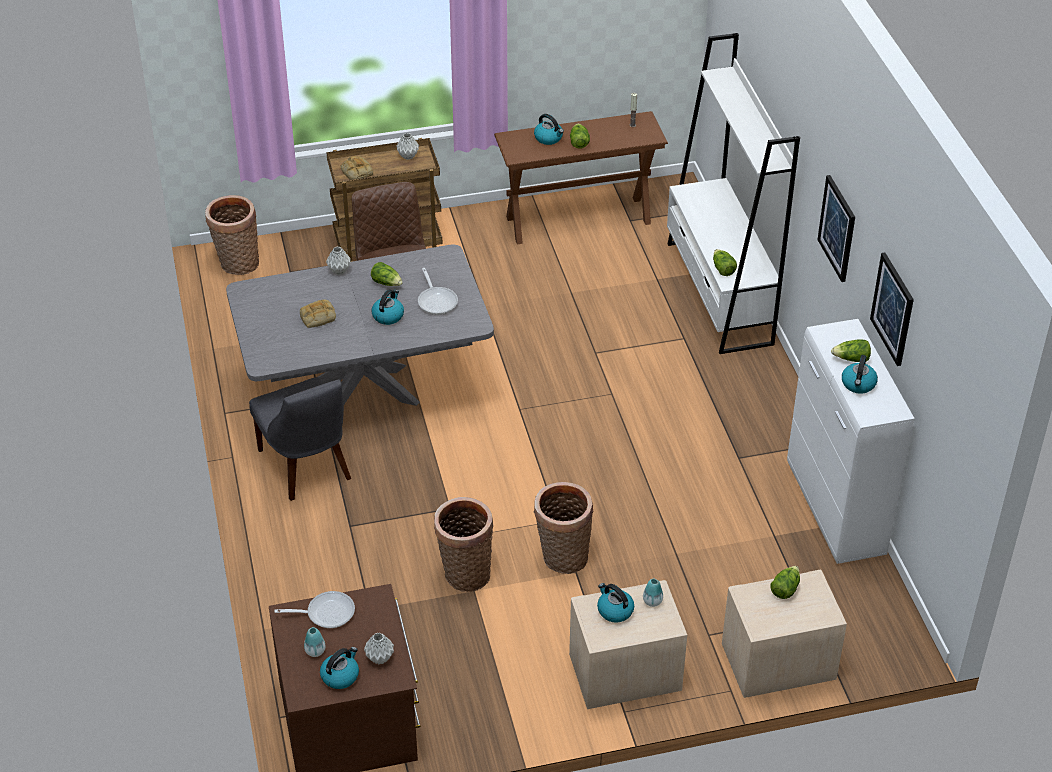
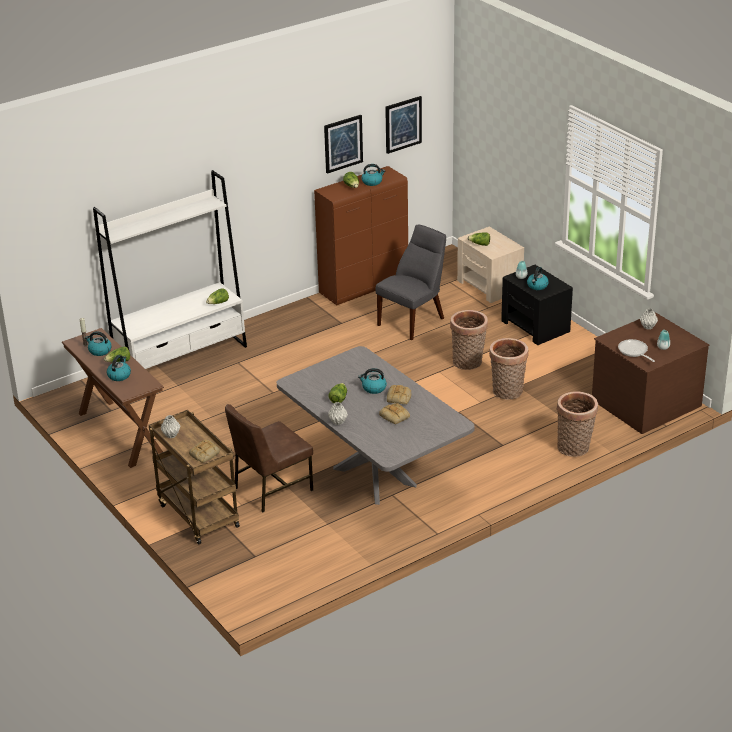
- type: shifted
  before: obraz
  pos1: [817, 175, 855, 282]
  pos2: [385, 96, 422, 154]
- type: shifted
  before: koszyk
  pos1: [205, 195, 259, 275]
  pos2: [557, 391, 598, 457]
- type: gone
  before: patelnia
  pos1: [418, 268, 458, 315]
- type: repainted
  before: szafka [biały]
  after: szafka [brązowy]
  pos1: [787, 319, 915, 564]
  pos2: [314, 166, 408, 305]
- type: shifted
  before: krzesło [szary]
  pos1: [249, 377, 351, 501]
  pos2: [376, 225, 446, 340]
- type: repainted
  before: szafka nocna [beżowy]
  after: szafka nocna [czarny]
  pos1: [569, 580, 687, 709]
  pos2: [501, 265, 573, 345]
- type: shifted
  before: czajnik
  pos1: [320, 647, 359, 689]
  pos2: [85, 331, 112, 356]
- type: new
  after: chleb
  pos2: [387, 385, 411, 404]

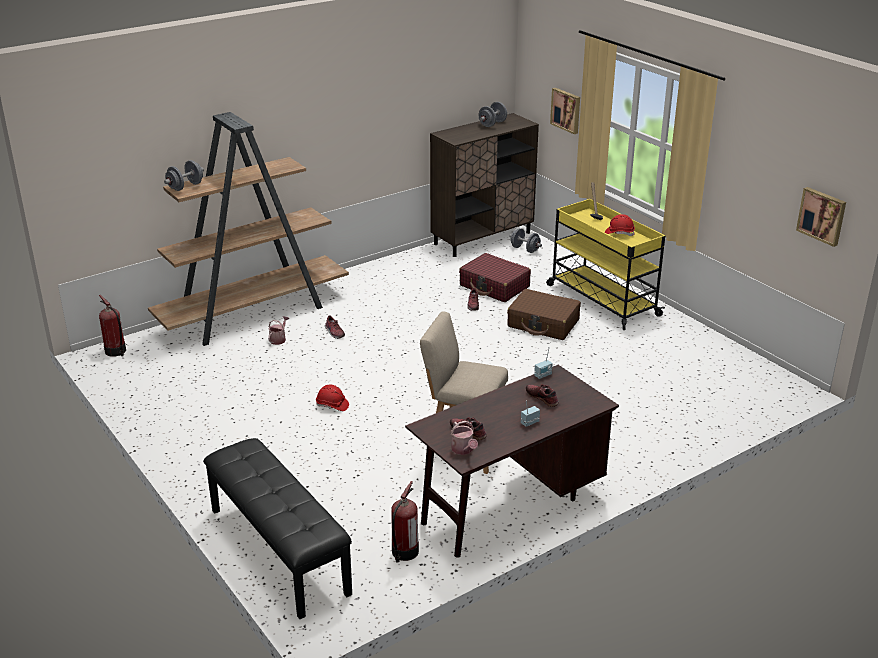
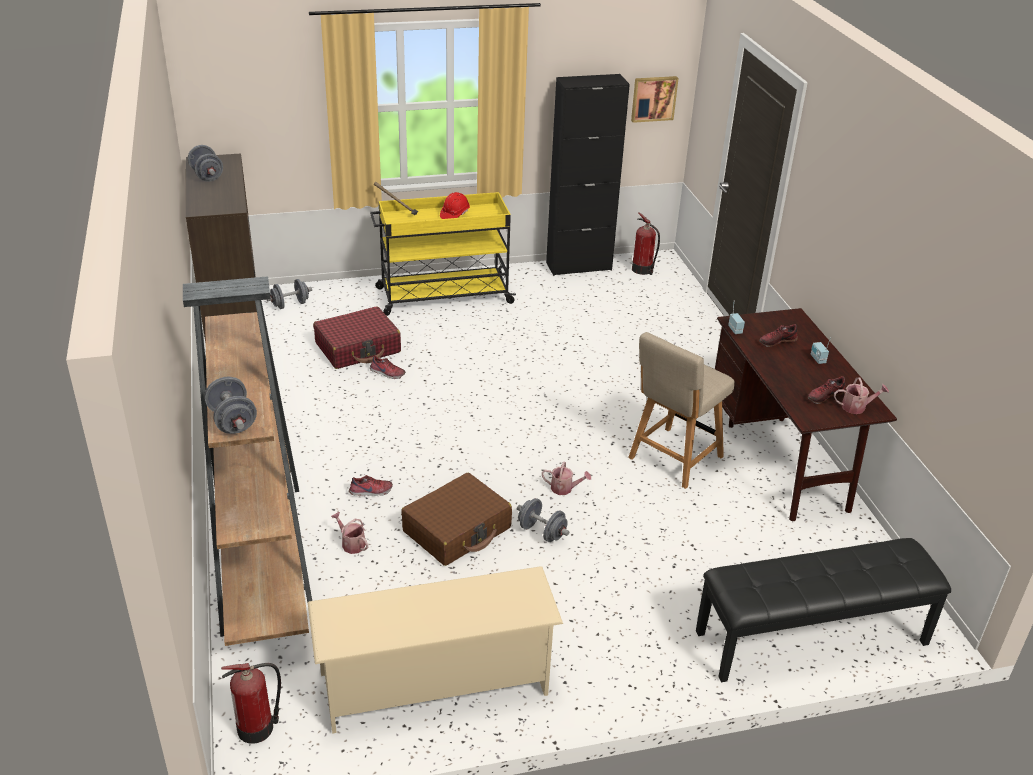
- type: gone
  before: obraz
  pos1: [550, 88, 580, 134]
- type: shifted
  before: walizka [brązowy]
  pos1: [507, 289, 581, 340]
  pos2: [401, 473, 512, 566]
- type: swapped
  before: kask [czerwony]
  after: hantel [szary]
  pos1: [316, 385, 349, 411]
  pos2: [517, 498, 569, 542]
- type: shifted
  before: gaśnica
  pos1: [391, 481, 419, 563]
  pos2: [632, 212, 660, 275]
- type: new
  after: szafka [czarny]
  pos2: [546, 74, 630, 276]
- type: new
  after: konewka
  pos2: [542, 462, 591, 495]
- type: new
  after: regał na buty [beżowy]
  pos2: [308, 566, 563, 734]

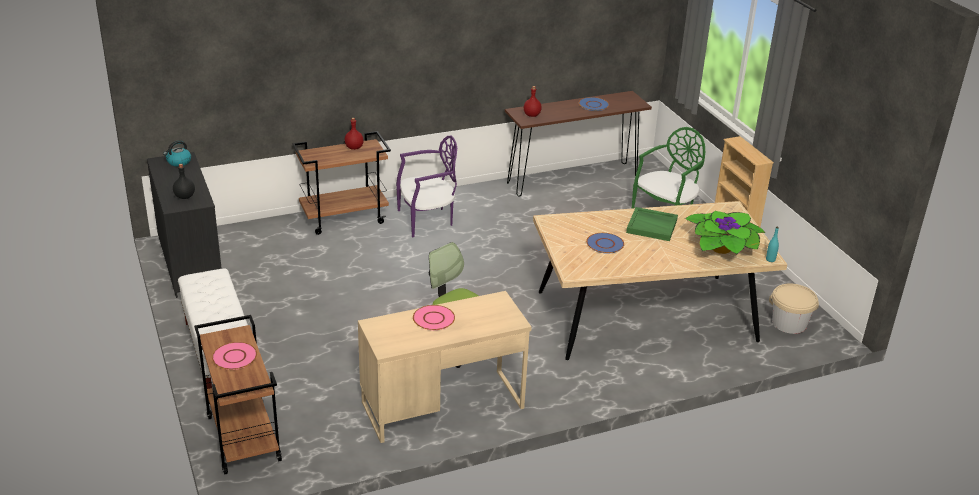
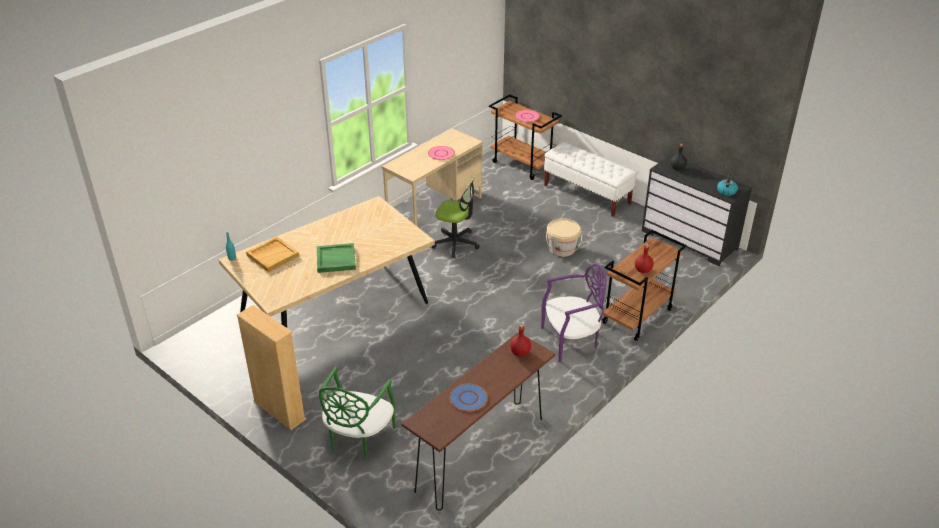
- type: rotated
  before: krzesło [fioletowy]
  pos1: [396, 135, 457, 237]
  pos2: [541, 264, 607, 362]
  turn: -150
- type: swapped
  before: roślina doniczkowa
  after: taca [beżowy]
  pos1: [685, 211, 765, 254]
  pos2: [246, 237, 299, 272]
- type: gone
  before: talerz [niebieski]
  pos1: [586, 233, 624, 254]
- type: shifted
  before: wiadro [beżowy]
  pos1: [769, 283, 819, 334]
  pos2: [546, 218, 582, 257]

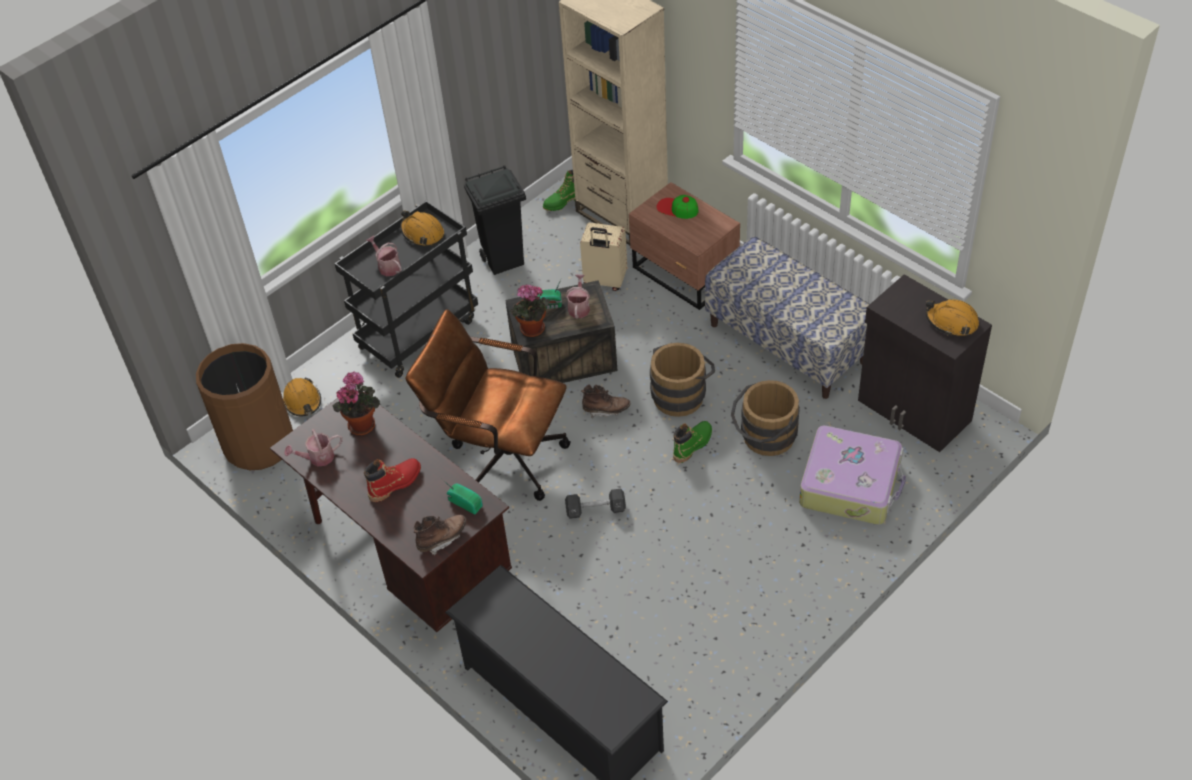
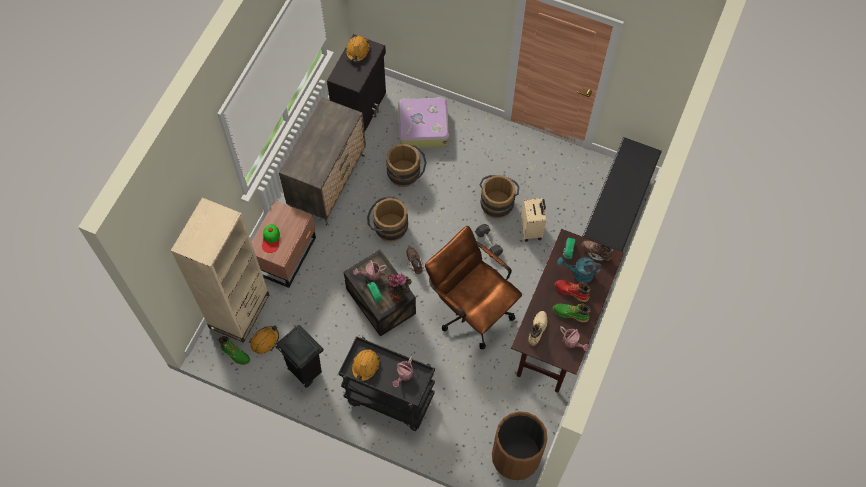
- type: shifted
  before: walizka [beżowy]
  pos1: [580, 222, 627, 291]
  pos2: [521, 198, 546, 242]
- type: swapped
  before: ławka
  after: komoda
  pos1: [705, 236, 870, 399]
  pos2: [279, 97, 366, 226]
- type: rotated
  before: krzesło biurowe [brązowy]
  pos1: [405, 309, 571, 501]
  pos2: [425, 225, 522, 349]
  turn: 135
- type: swapped
  before: roślina doniczkowa
  after: but z cholewką [beżowy]
  pos1: [332, 371, 380, 436]
  pos2: [528, 311, 547, 346]
- type: shifted
  before: kask [pomarańczowy]
  pos1: [283, 377, 321, 417]
  pos2: [249, 326, 279, 354]
- type: shifted
  before: but z cholewką [zielony]
  pos1: [673, 421, 712, 463]
  pos2: [553, 304, 591, 323]
- type: new
  after: wiadro [brązowy]
  pos2: [479, 175, 520, 219]
- type: new
  after: konewka [turkusowy]
  pos2: [557, 257, 602, 283]

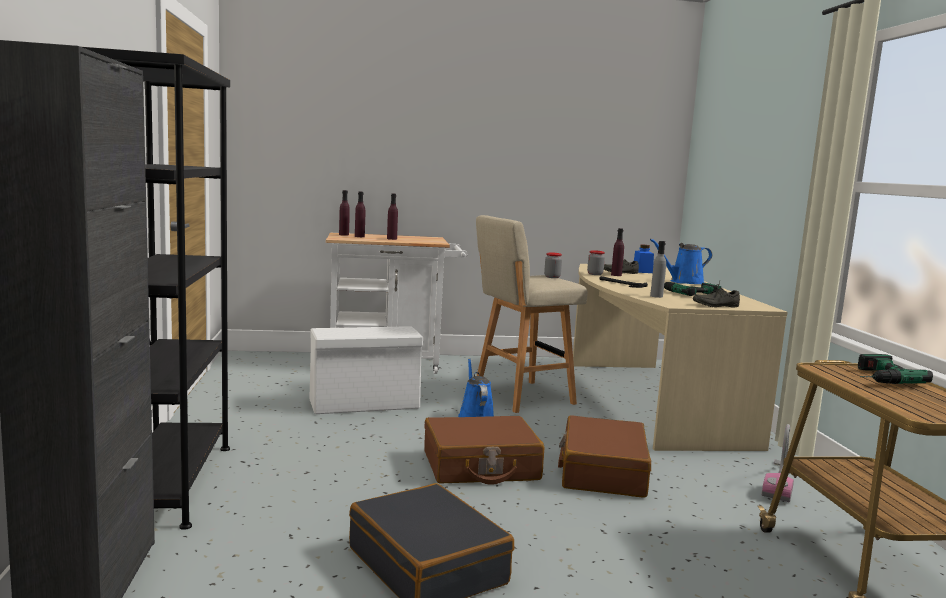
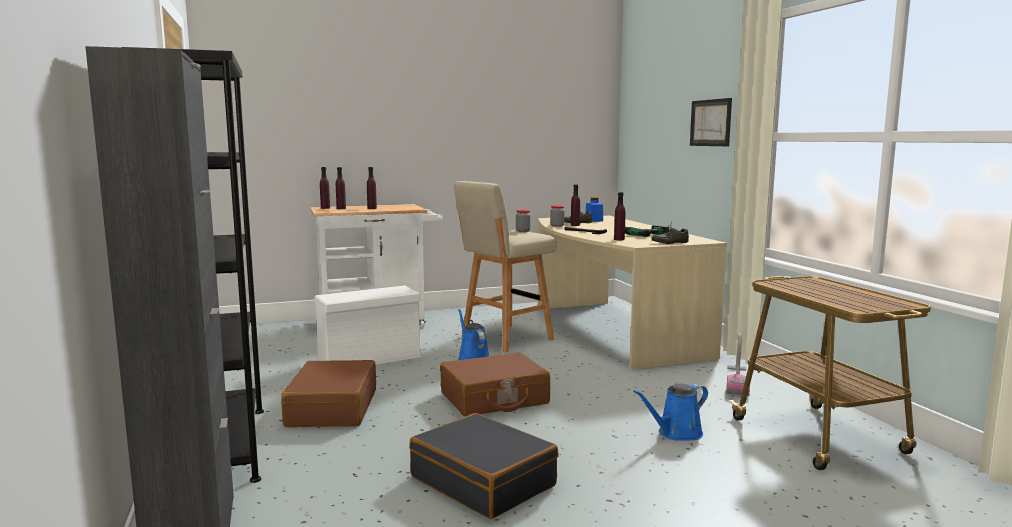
- type: shifted
  before: konewka [niebieski]
  pos1: [650, 239, 712, 284]
  pos2: [633, 384, 708, 441]
- type: repainted
  before: butelka [szary]
  after: butelka [fioletowy]
  pos1: [650, 241, 666, 298]
  pos2: [614, 192, 625, 240]
- type: gone
  before: wiertarka
  pos1: [858, 354, 933, 384]
- type: shifted
  before: walizka [brązowy]
  pos1: [558, 415, 651, 498]
  pos2: [281, 360, 376, 427]
- type: new
  after: obraz
  pos2: [690, 98, 732, 146]

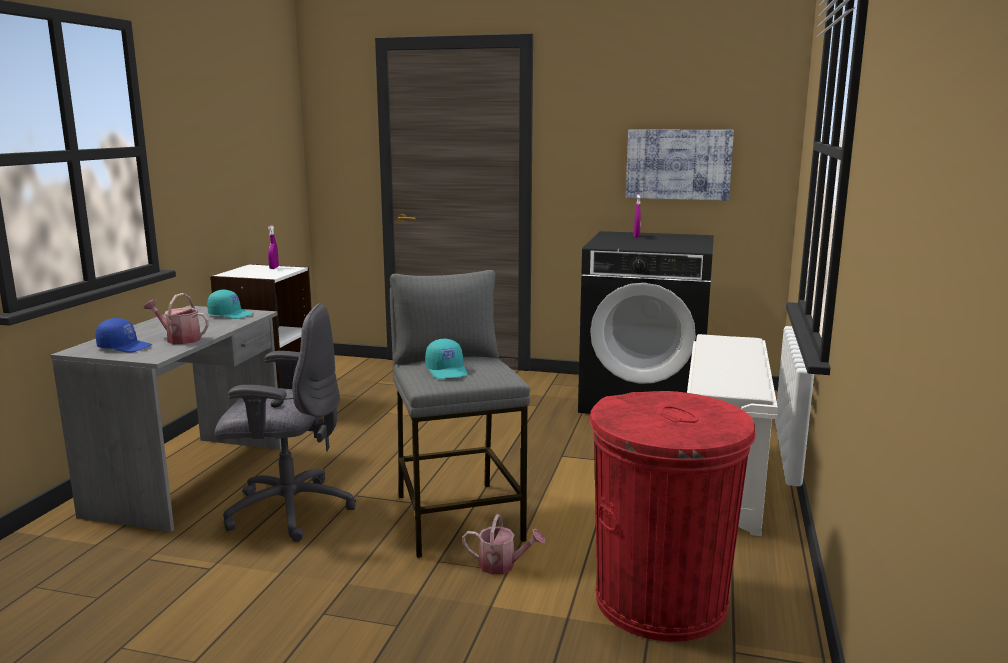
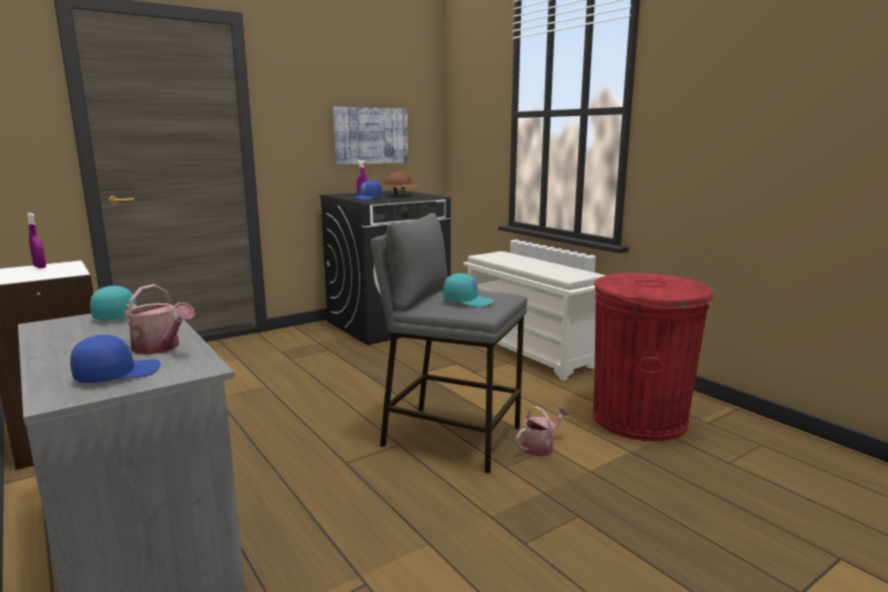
- type: rotated
  before: konewka
  pos1: [144, 293, 209, 344]
  pos2: [124, 284, 195, 355]
  turn: -120
- type: gone
  before: krzesło biurowe [szary]
  pos1: [215, 304, 356, 542]
- type: new
  after: kask [brązowy]
  pos2: [383, 171, 418, 196]
- type: new
  after: czapka z daszkiem [niebieski]
  pos2: [353, 180, 382, 200]

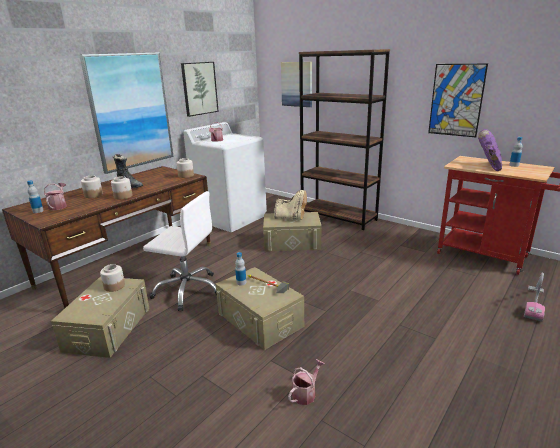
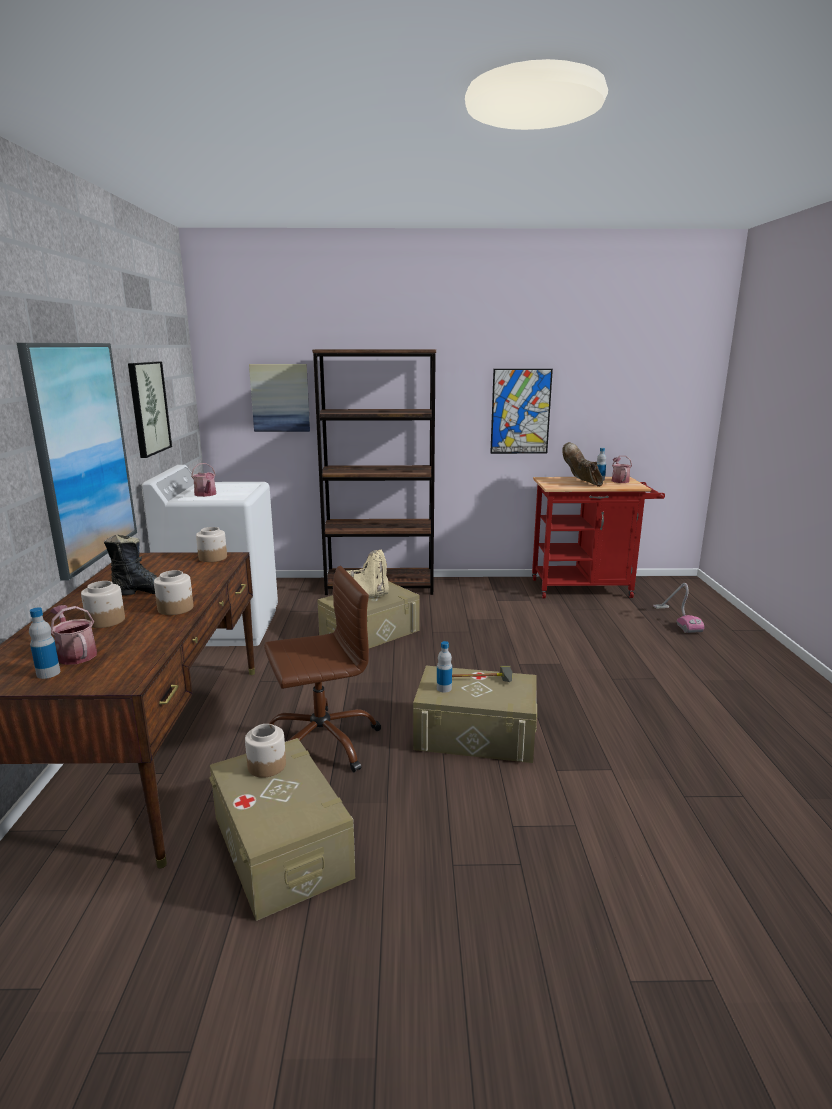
- type: repainted
  before: but z cholewką [fioletowy]
  after: but z cholewką [brązowy]
  pos1: [478, 129, 502, 171]
  pos2: [562, 442, 603, 487]
- type: repainted
  before: krzesło biurowe [biały]
  after: krzesło biurowe [brązowy]
  pos1: [143, 191, 217, 311]
  pos2: [264, 566, 381, 772]
- type: shifted
  before: konewka
  pos1: [288, 359, 325, 405]
  pos2: [612, 456, 632, 483]

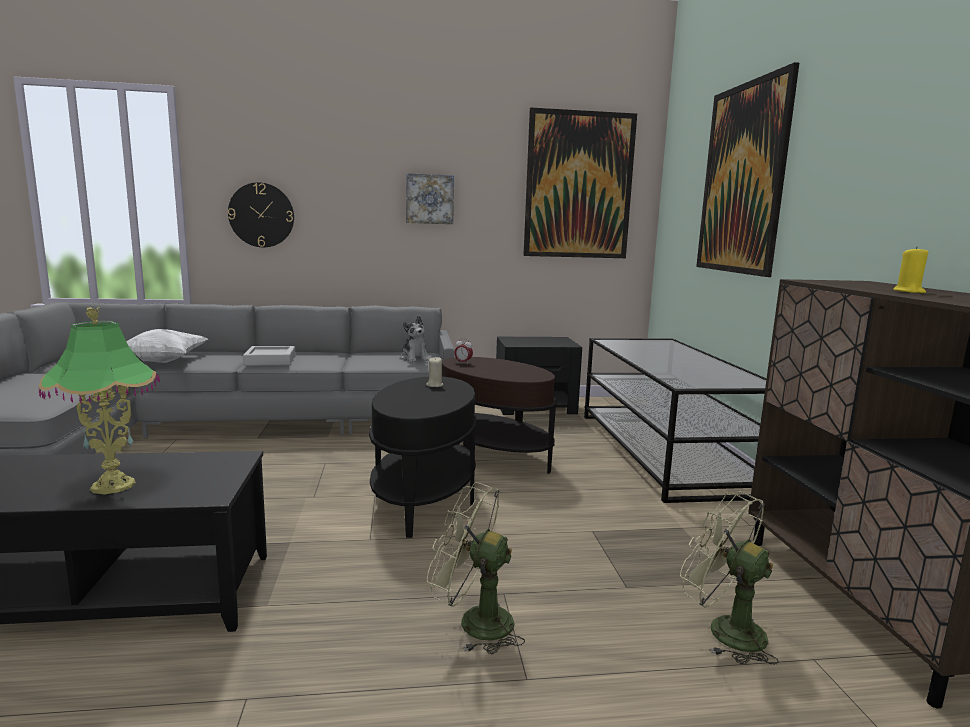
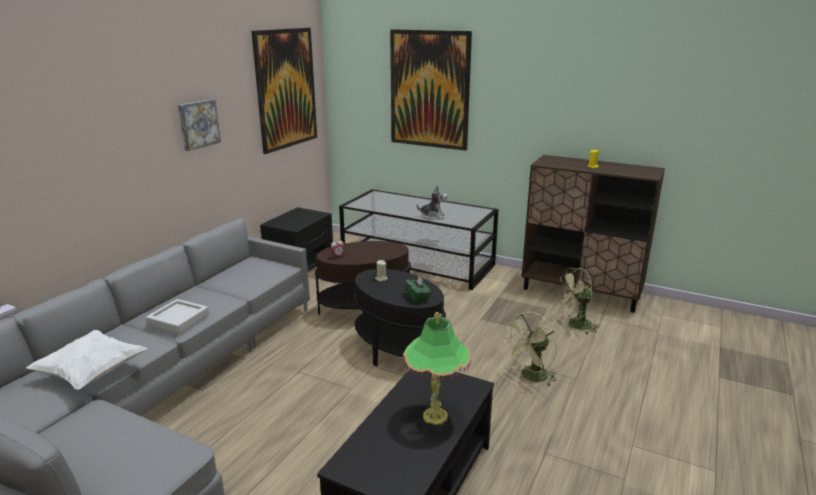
- type: gone
  before: zegar ścienny
  pos1: [228, 182, 294, 247]
- type: shifted
  before: pluszak
  pos1: [401, 316, 429, 362]
  pos2: [416, 186, 448, 220]
- type: new
  after: pudełko chusteczek [zielony]
  pos2: [405, 276, 431, 303]

